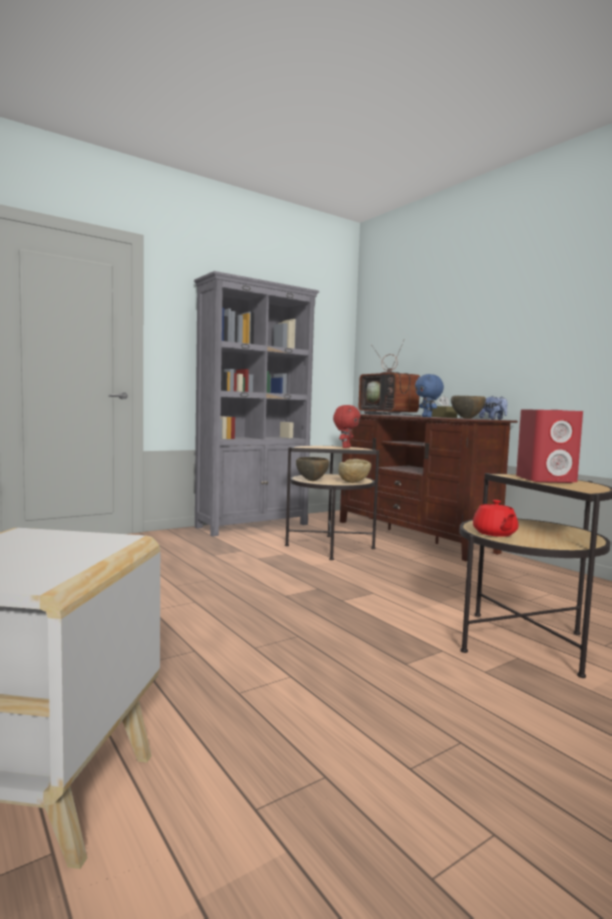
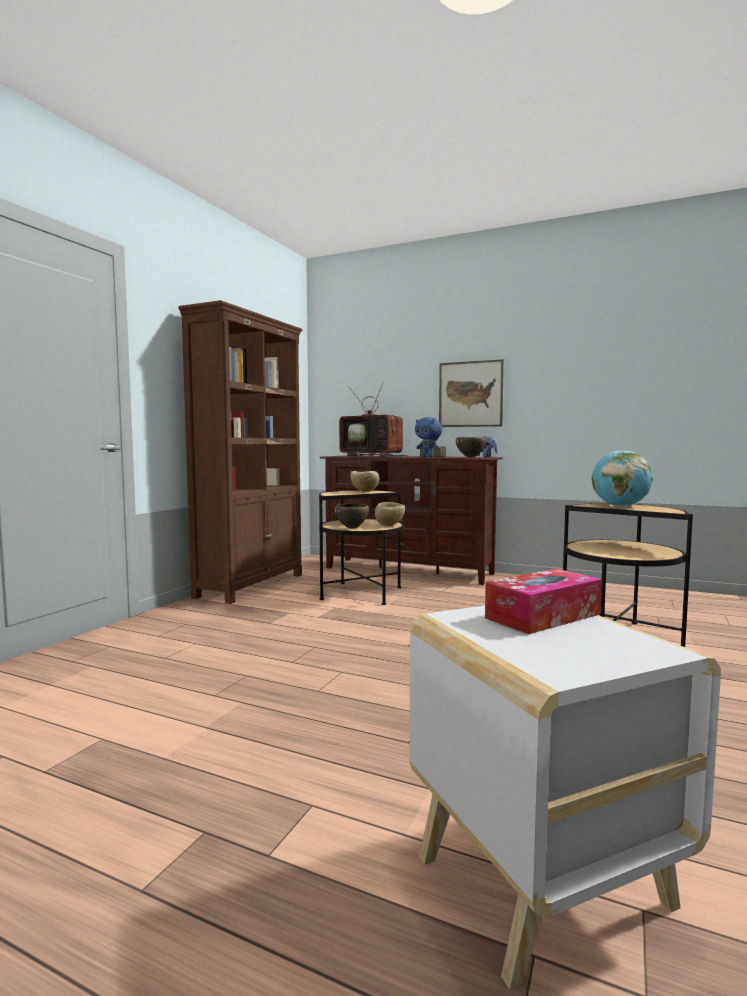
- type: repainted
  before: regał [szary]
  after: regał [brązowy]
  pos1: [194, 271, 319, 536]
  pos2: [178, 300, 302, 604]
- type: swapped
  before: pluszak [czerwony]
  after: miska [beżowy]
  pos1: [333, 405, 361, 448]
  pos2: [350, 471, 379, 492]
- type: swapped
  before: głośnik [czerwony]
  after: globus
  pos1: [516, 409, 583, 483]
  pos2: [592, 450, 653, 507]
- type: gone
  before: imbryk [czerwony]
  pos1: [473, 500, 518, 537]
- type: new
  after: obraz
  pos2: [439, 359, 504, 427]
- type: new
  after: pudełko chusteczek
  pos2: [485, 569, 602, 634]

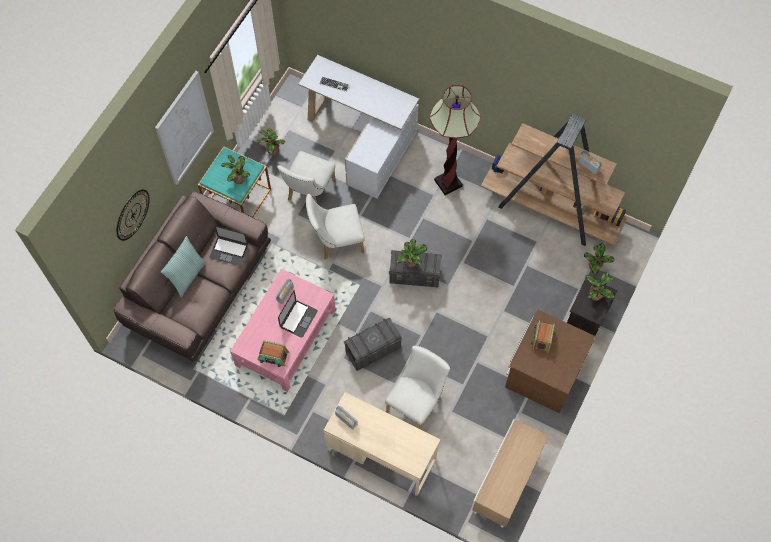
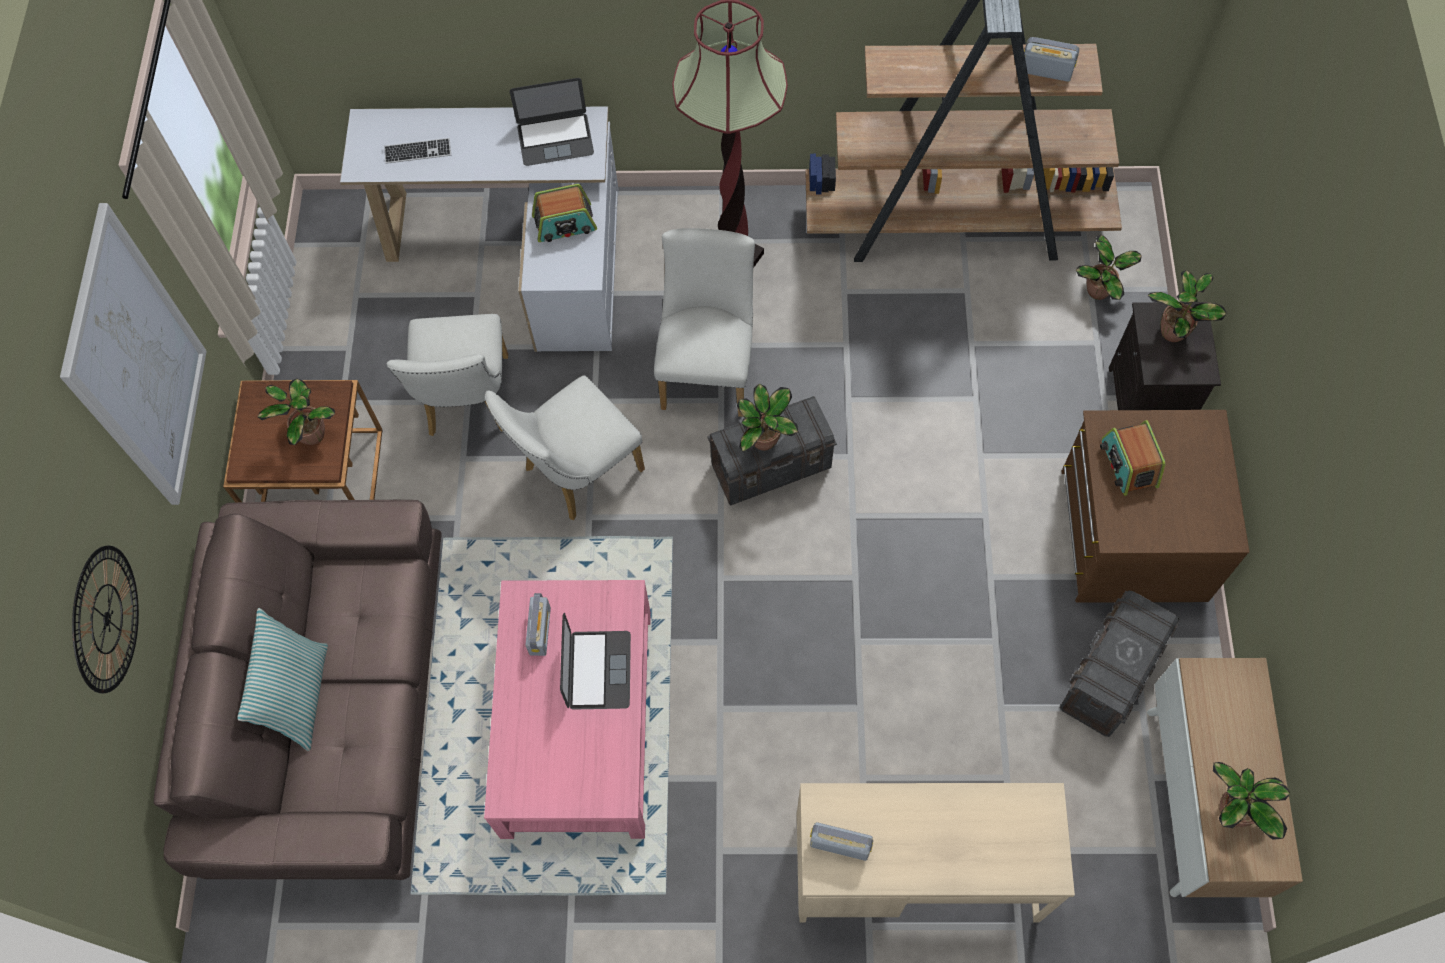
- type: shifted
  before: roślina doniczkowa
  pos1: [256, 129, 285, 155]
  pos2: [1213, 762, 1290, 839]
- type: repainted
  before: stolik [turkusowy]
  after: stolik [brązowy]
  pos1: [198, 147, 271, 217]
  pos2: [223, 380, 382, 502]
- type: shifted
  before: laptop
  pos1: [210, 226, 248, 266]
  pos2: [510, 78, 594, 166]
- type: shifted
  before: pojemnik do przechowywania [szary]
  pos1: [344, 318, 403, 371]
  pos2: [1060, 591, 1180, 737]
- type: shifted
  before: radio
  pos1: [257, 341, 289, 367]
  pos2: [532, 184, 597, 242]
- type: shifted
  before: krzesło [biały]
  pos1: [385, 346, 450, 430]
  pos2: [654, 228, 755, 417]

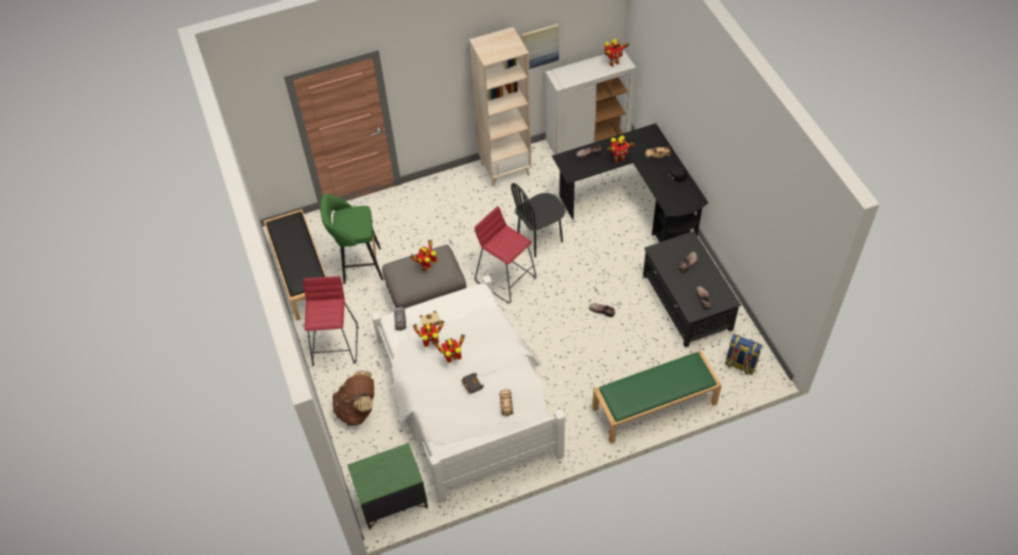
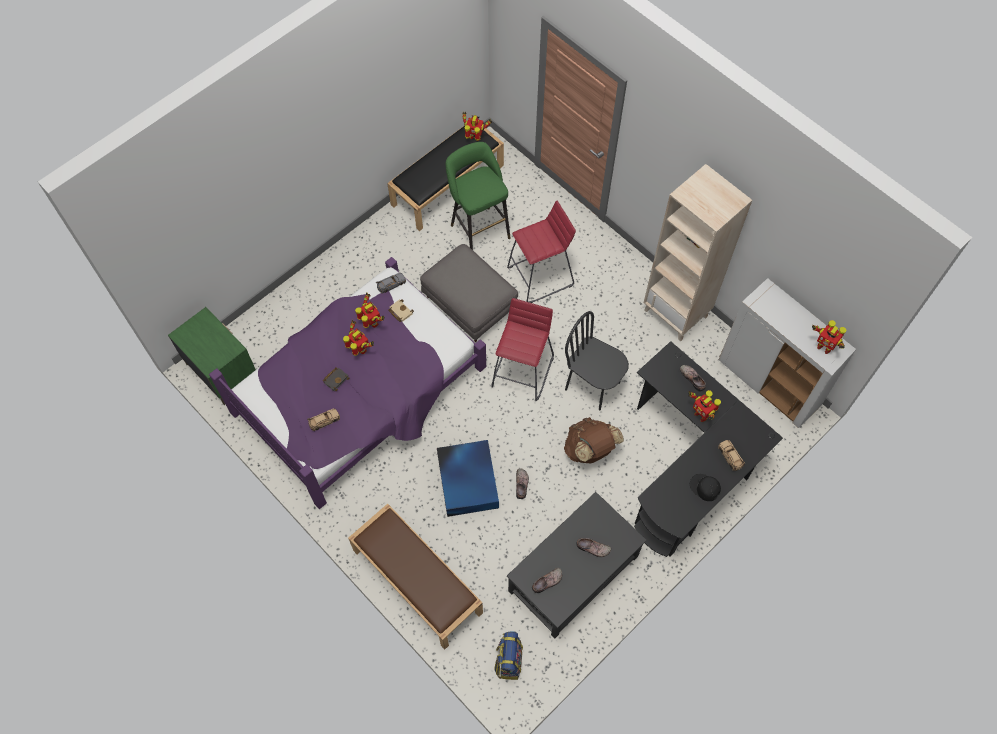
- type: gone
  before: obraz
  pos1: [521, 24, 559, 69]
- type: shifted
  before: robot zabawkowy
  pos1: [410, 239, 437, 271]
  pos2: [462, 111, 492, 141]
- type: repainted
  before: łóżko [biały]
  after: łóżko [fioletowy]
  pos1: [371, 275, 565, 503]
  pos2: [209, 257, 486, 509]
- type: shifted
  before: stołek [czerwony]
  pos1: [303, 276, 358, 367]
  pos2: [507, 201, 576, 303]
- type: repainted
  before: ławka [zielony]
  after: ławka [brązowy]
  pos1: [592, 350, 722, 444]
  pos2: [348, 504, 483, 649]
- type: shifted
  before: plecak [brązowy]
  pos1: [332, 371, 374, 426]
  pos2: [564, 417, 624, 463]
- type: new
  after: pojemnik do przechowywania [niebieski]
  pos2: [437, 440, 499, 517]

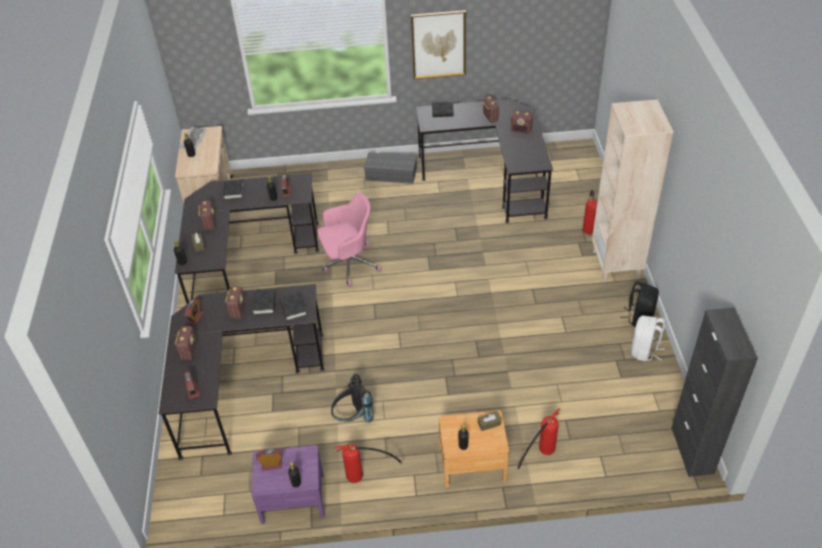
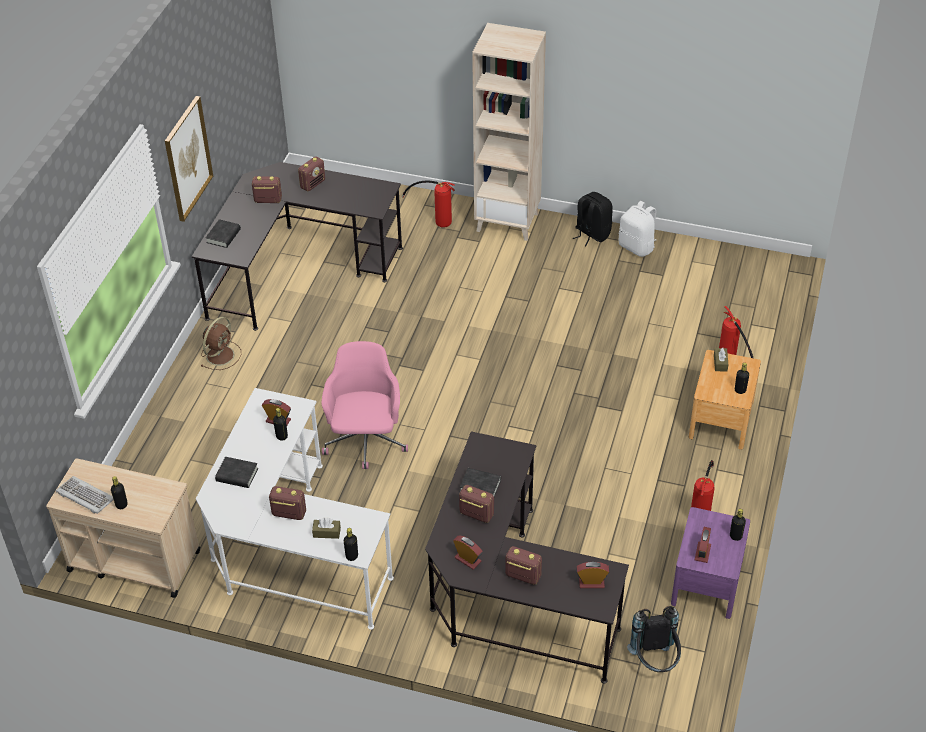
- type: swapped
  before: pojemnik do przechowywania [szary]
  after: wentylator [brązowy]
  pos1: [364, 152, 417, 184]
  pos2: [200, 317, 241, 370]
- type: repainted
  before: biurko [czarny]
  after: biurko [biały]
  pos1: [175, 173, 320, 304]
  pos2: [196, 388, 394, 630]
- type: gone
  before: książka [czarny]
  pos1: [279, 293, 307, 321]
- type: gone
  before: szafka [czarny]
  pos1: [671, 307, 758, 477]
- type: shifted
  before: plecak [czarny]
  pos1: [331, 374, 374, 423]
  pos2: [627, 606, 681, 672]

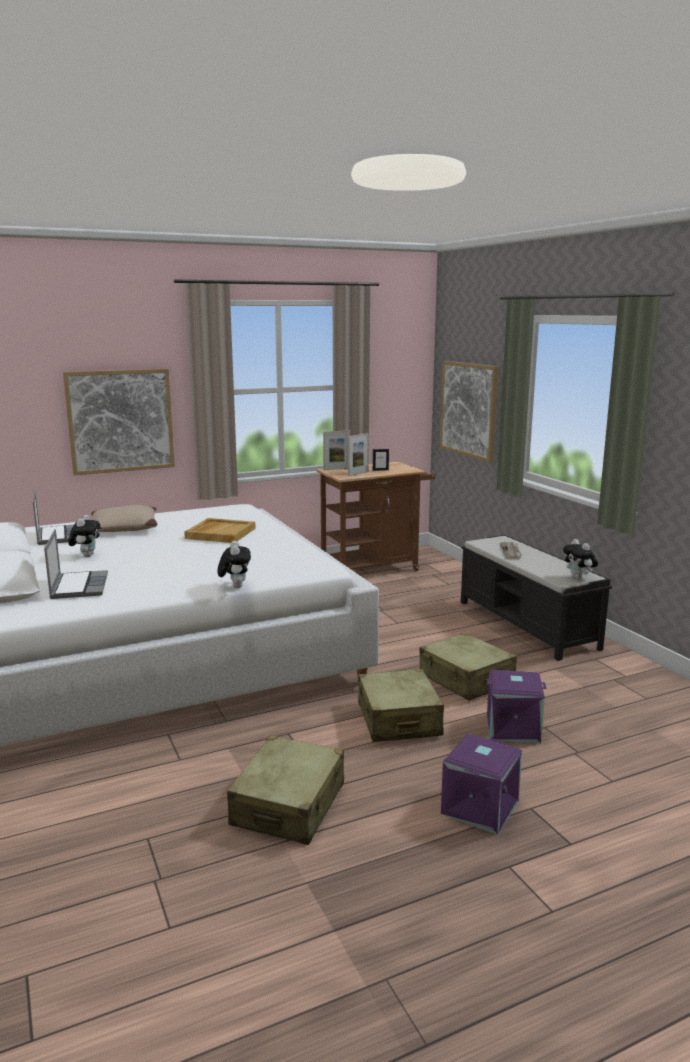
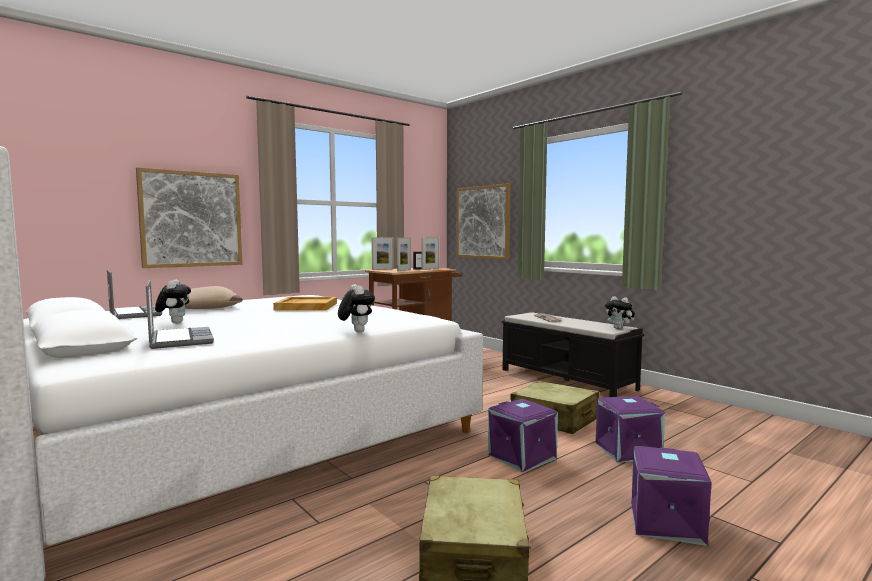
- type: swapped
  before: walizka [beżowy]
  after: pojemnik do przechowywania [fioletowy]
  pos1: [358, 669, 444, 742]
  pos2: [488, 399, 558, 472]
- type: new
  after: ramka na zdjęcie
  pos2: [421, 237, 439, 270]

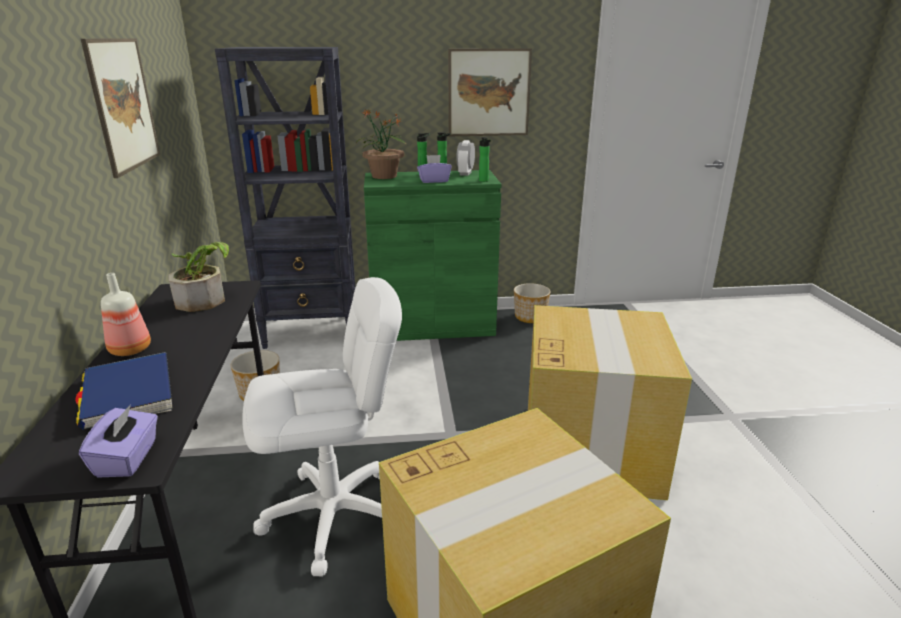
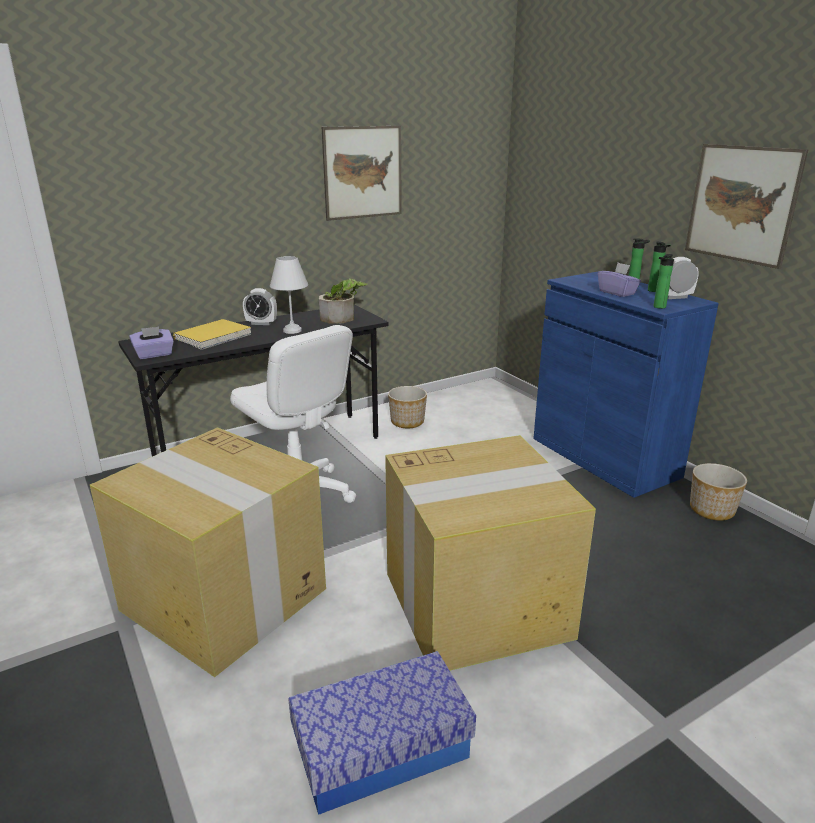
- type: gone
  before: regał [czarny]
  pos1: [215, 47, 355, 349]
- type: gone
  before: roślina doniczkowa
  pos1: [356, 110, 407, 179]
- type: repainted
  before: szafka [zielony]
  after: szafka [niebieski]
  pos1: [364, 170, 502, 341]
  pos2: [533, 271, 719, 498]
- type: swapped
  before: butelka
  after: budzik
  pos1: [101, 273, 151, 356]
  pos2: [243, 288, 277, 325]
- type: repainted
  before: książka [niebieski]
  after: książka [żółty]
  pos1: [75, 352, 173, 430]
  pos2: [173, 319, 251, 350]
- type: new
  after: lampa stołowa [biały]
  pos2: [270, 256, 308, 334]
- type: new
  after: pojemnik do przechowywania
  pos2: [288, 651, 476, 815]

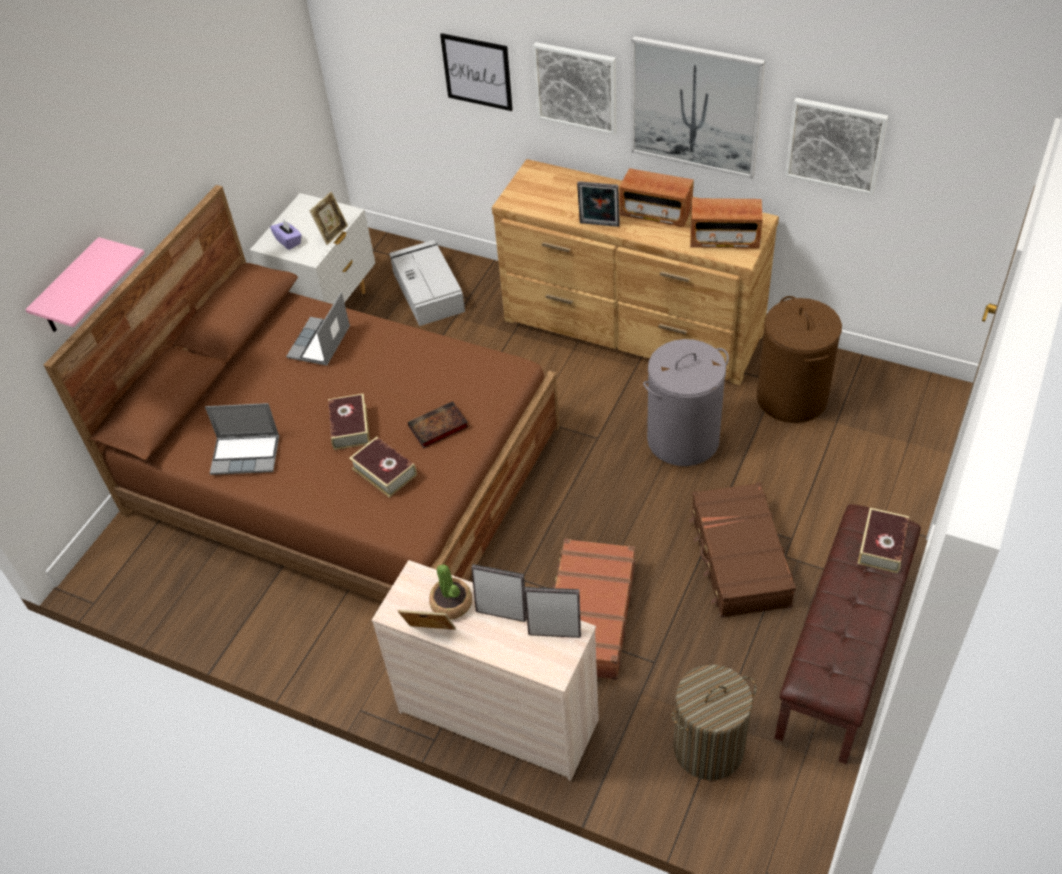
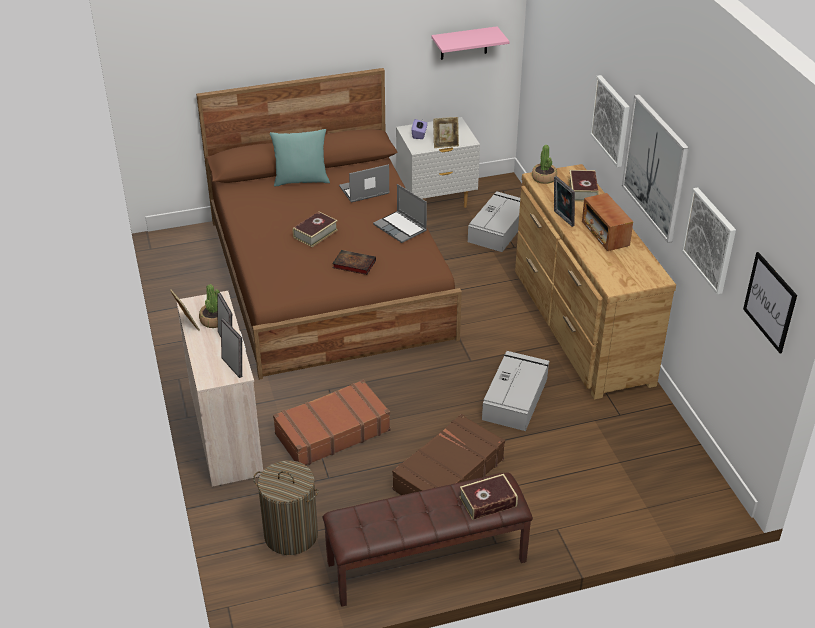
- type: shifted
  before: obraz
  pos1: [440, 33, 513, 111]
  pos2: [743, 252, 797, 354]
- type: gone
  before: radio
  pos1: [690, 198, 763, 249]
- type: shifted
  before: półka [różowy]
  pos1: [25, 237, 145, 332]
  pos2: [431, 26, 509, 60]
- type: gone
  before: kosz na pranie [brązowy]
  pos1: [757, 296, 842, 423]
- type: swapped
  before: kosz na pranie [szary]
  after: pojemnik do przechowywania [szary]
  pos1: [643, 339, 729, 466]
  pos2: [482, 351, 550, 431]
- type: shifted
  before: laptop
  pos1: [205, 403, 279, 475]
  pos2: [373, 184, 427, 243]
- type: shifted
  before: książka
  pos1: [349, 437, 417, 498]
  pos2: [569, 170, 599, 201]
- type: new
  after: poduszka [turkusowy]
  pos2: [270, 129, 330, 187]
- type: new
  after: roślina doniczkowa
  pos2: [532, 145, 557, 184]

